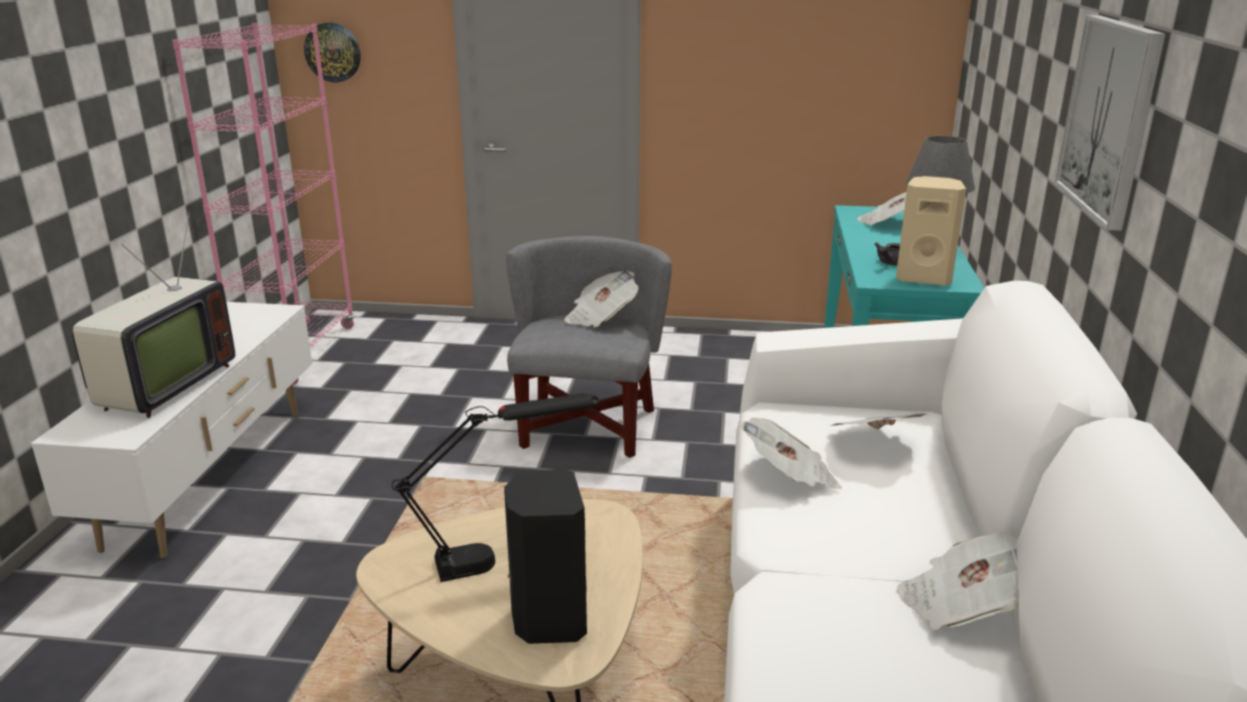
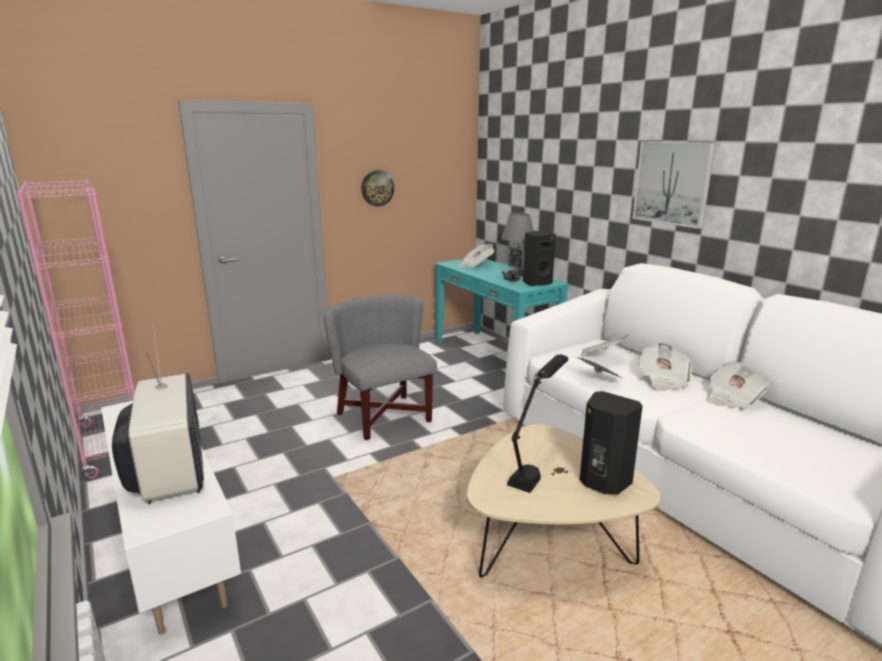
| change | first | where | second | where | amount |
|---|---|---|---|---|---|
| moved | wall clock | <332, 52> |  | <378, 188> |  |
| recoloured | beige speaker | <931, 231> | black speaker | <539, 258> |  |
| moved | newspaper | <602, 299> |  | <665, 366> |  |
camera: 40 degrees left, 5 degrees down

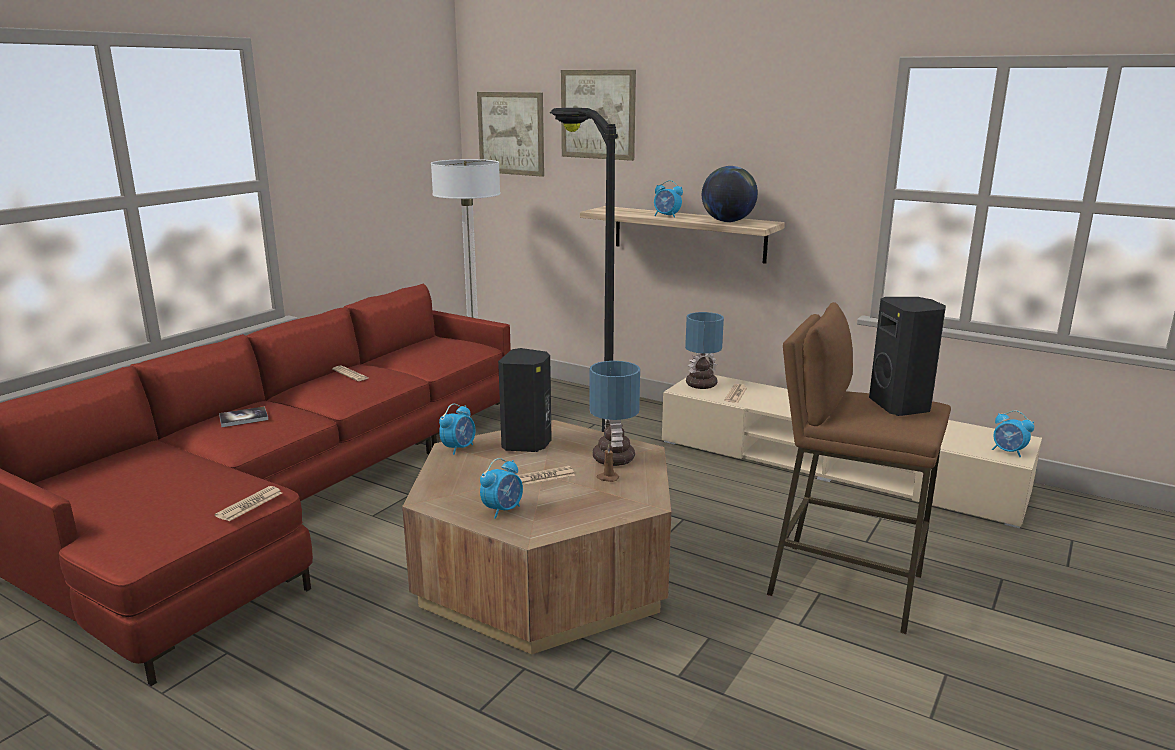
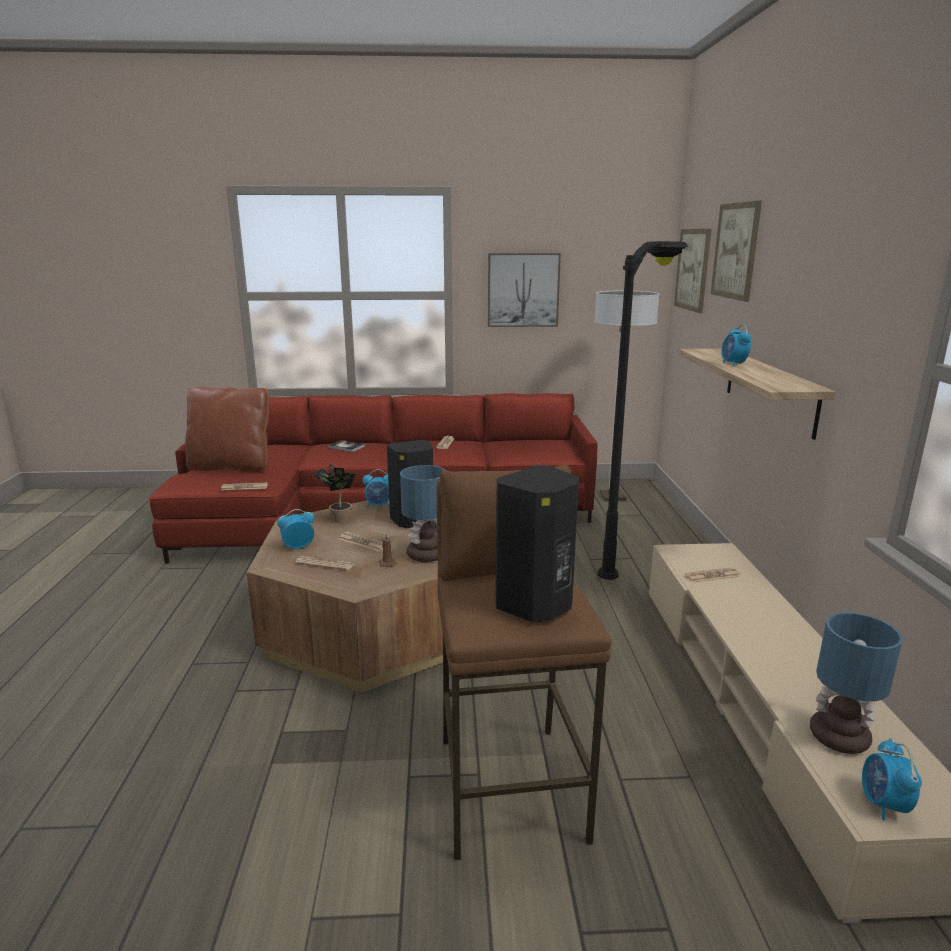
| change | first | where | second | where | amount |
|---|---|---|---|---|---|
| removed | globe | <730, 194> |  |  |  |
| moved | table lamp | <704, 350> |  | <856, 683> |  |
| turned | alarm clock | <501, 488> |  | <295, 529> | 150 degrees clockwise |
| added |  |  | picture | <524, 290> |  |
| added |  |  | brown pillow | <227, 429> |  |
| added |  |  | potted plant | <334, 493> |  |
| added |  |  | newspaper | <324, 563> |  |
camera: 55 degrees right, 0 degrees up

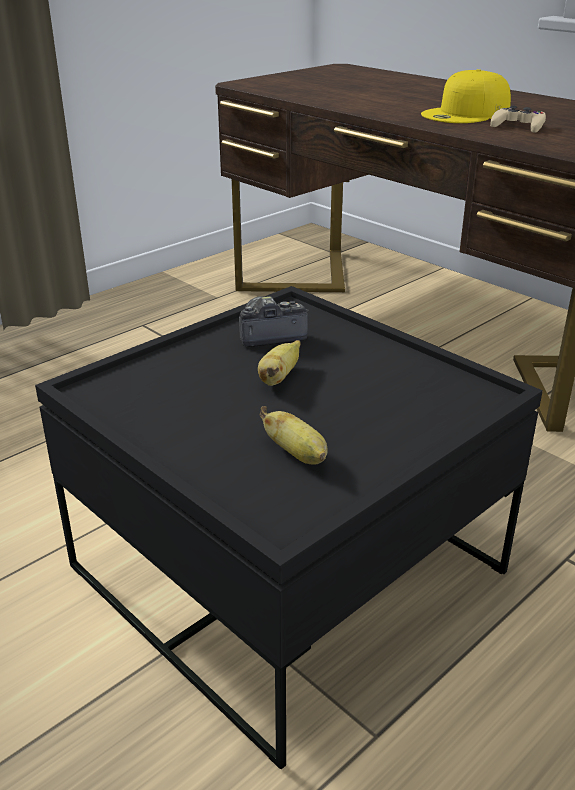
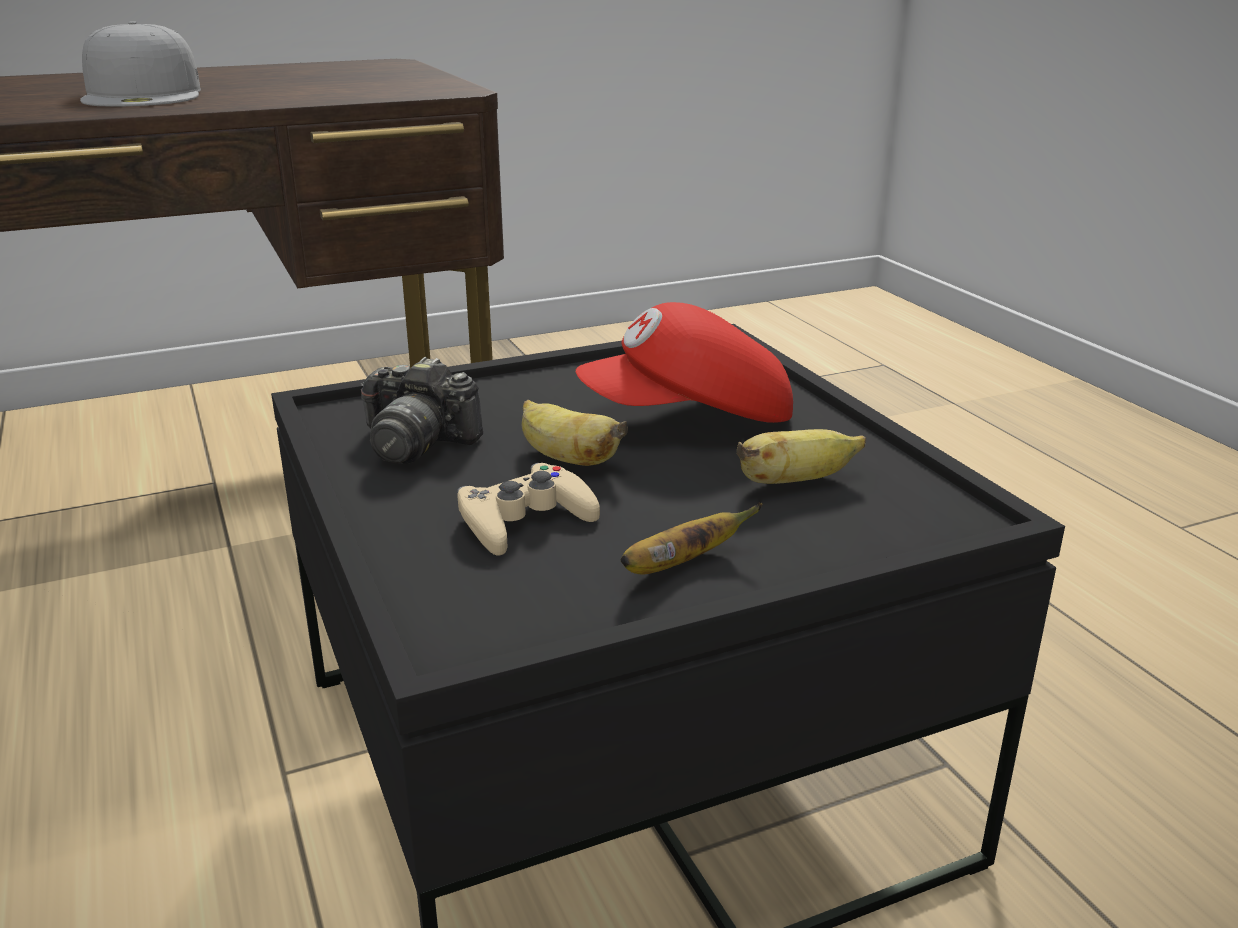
| change | first | where | second | where | amount |
|---|---|---|---|---|---|
| recoloured | yellow cap | <466, 96> | white cap | <140, 64> |  |
| moved | beige game controller | <518, 119> |  | <528, 509> |  |
| turned | photo camera | <273, 321> |  | <422, 410> | 75 degrees counterclockwise |
| added |  |  | red cap | <684, 362> |  |
| added |  |  | banana | <692, 538> |  |
camera: 70 degrees left, 5 degrees down

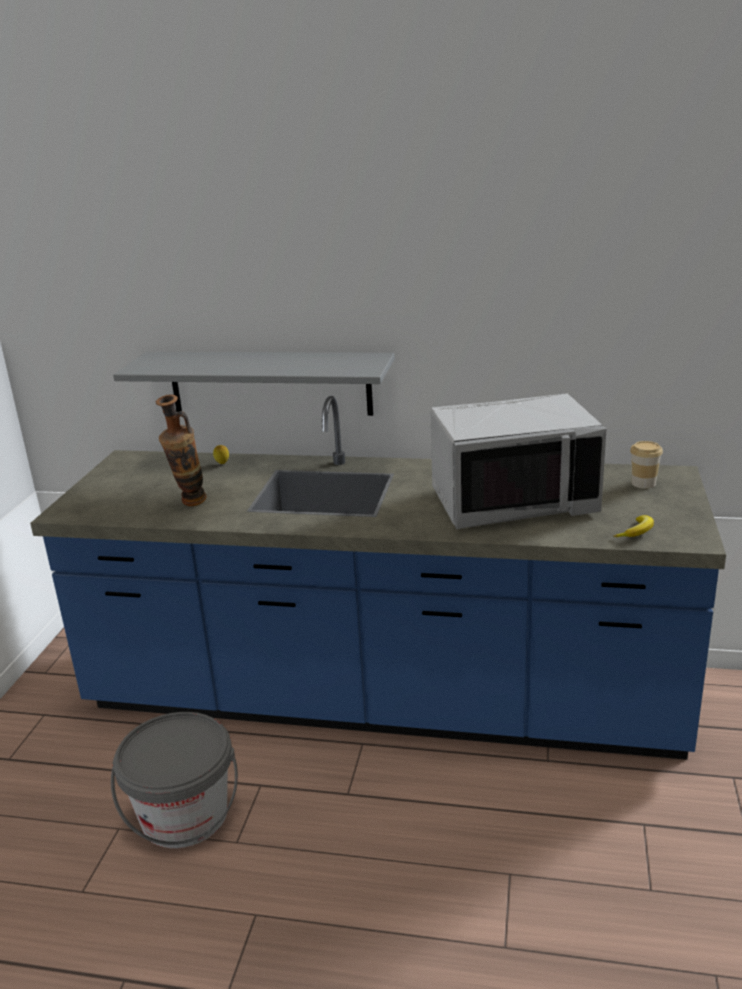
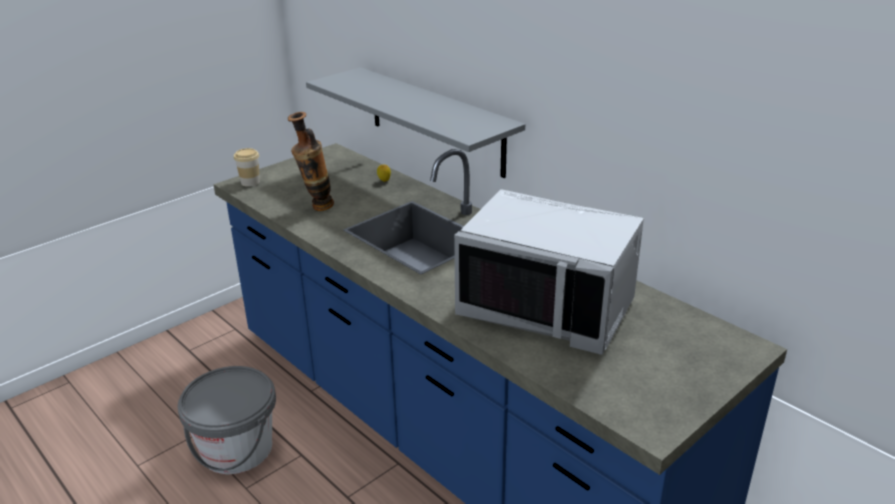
| change | first | where | second | where | amount |
|---|---|---|---|---|---|
| moved | cup | <646, 465> |  | <247, 167> |  |
| removed | banana | <633, 526> |  |  |  |
camera: 35 degrees right, 5 degrees up

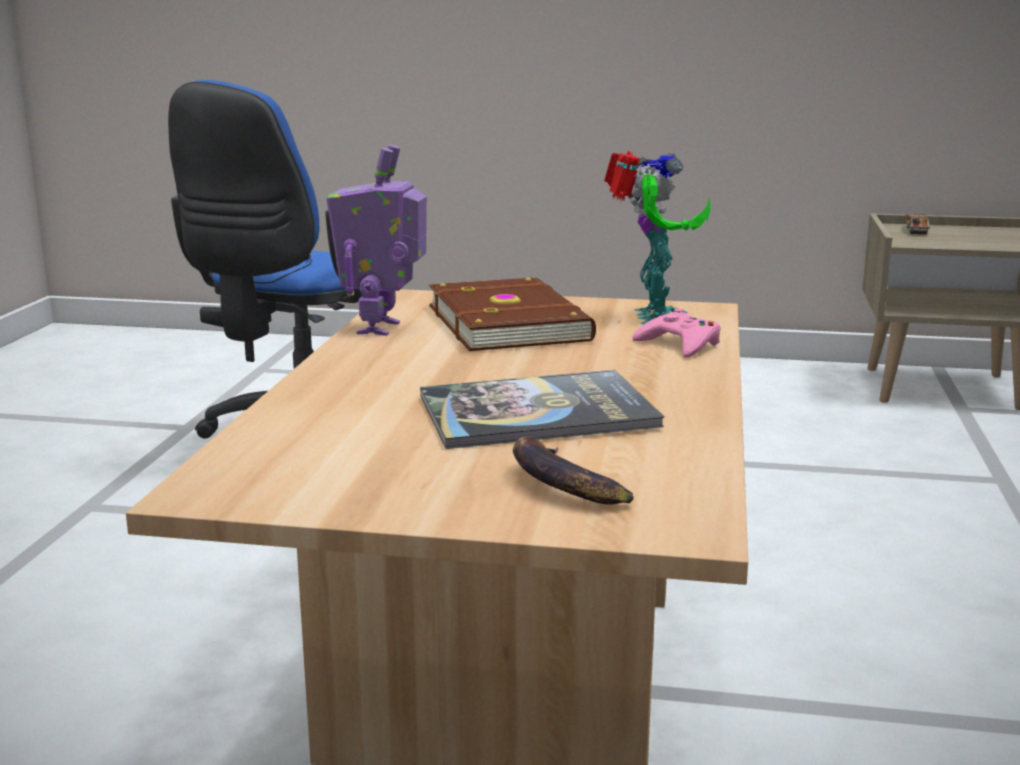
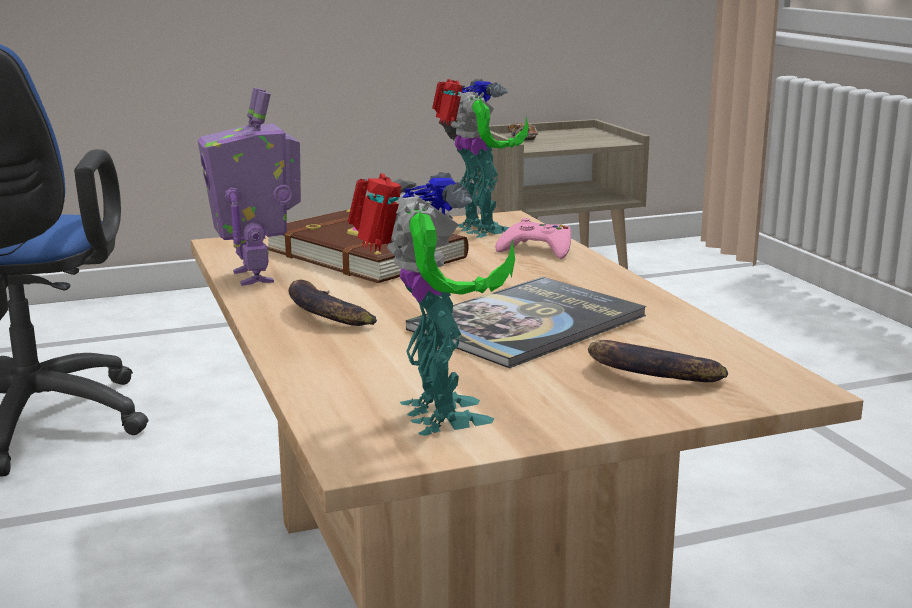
| change | first | where | second | where | amount |
|---|---|---|---|---|---|
| added |  |  | toy robot | <431, 304> |  |
| added |  |  | banana | <333, 303> |  |
camera: 30 degrees left, 0 degrees up

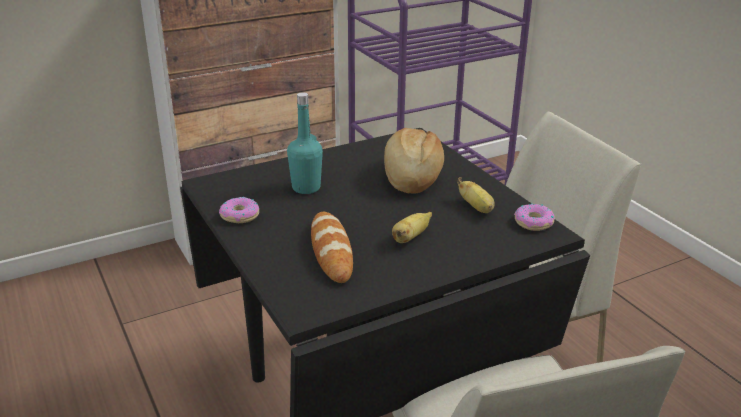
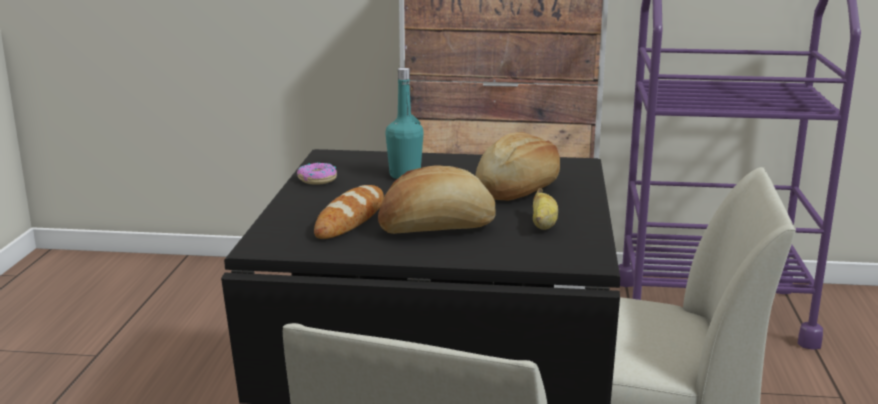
| change | first | where | second | where | amount |
|---|---|---|---|---|---|
| removed | donut | <534, 217> |  |  |  |
| replaced | banana | <412, 227> | bread | <437, 199> |  |
camera: 35 degrees right, 10 degrees down

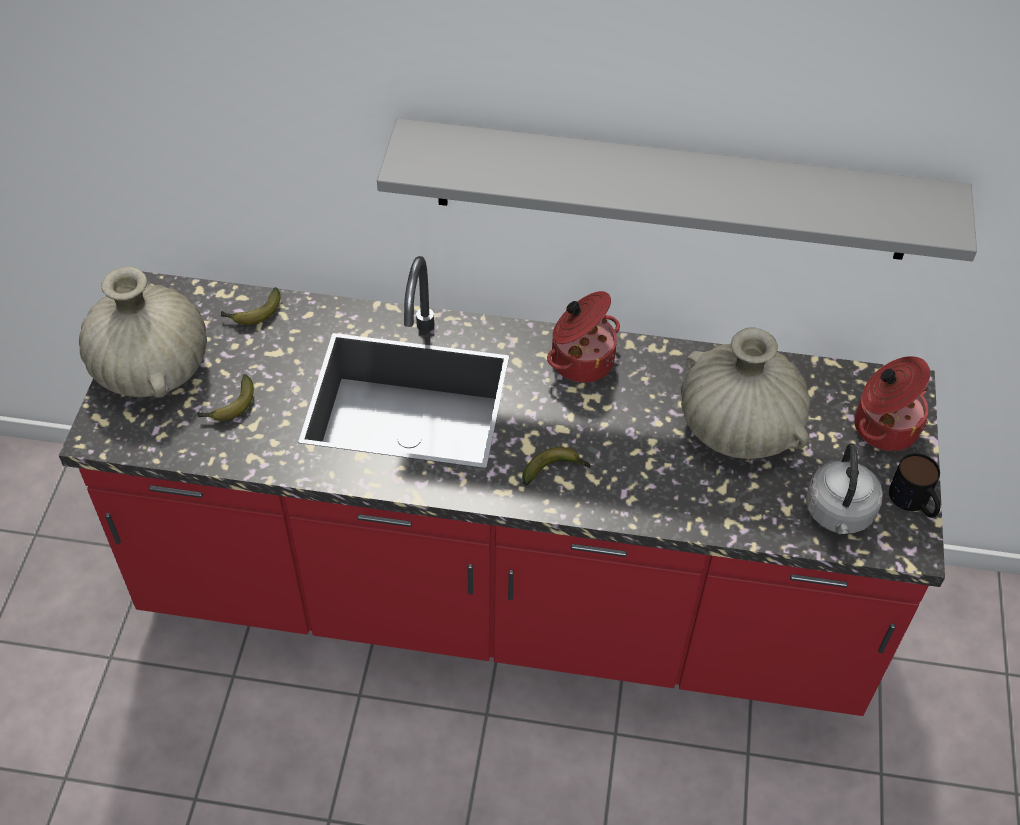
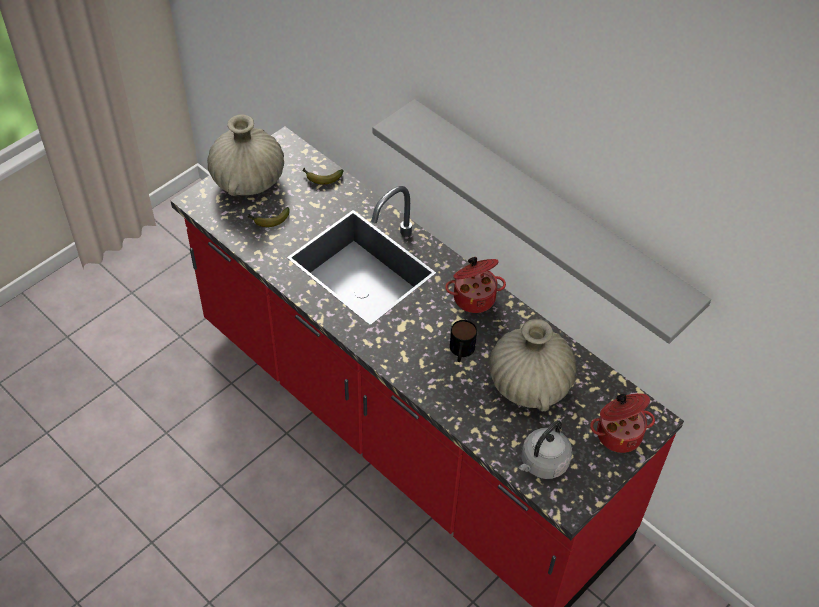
| change | first | where | second | where | amount |
|---|---|---|---|---|---|
| removed | banana | <556, 466> |  |  |  |
| moved | mug | <914, 485> |  | <463, 341> |  |
camera: 35 degrees right, 0 degrees up

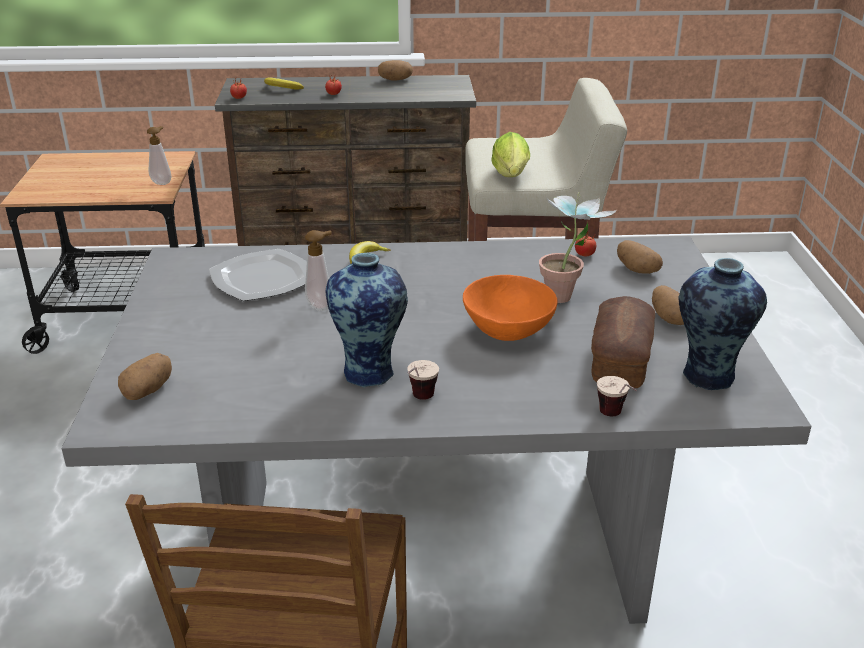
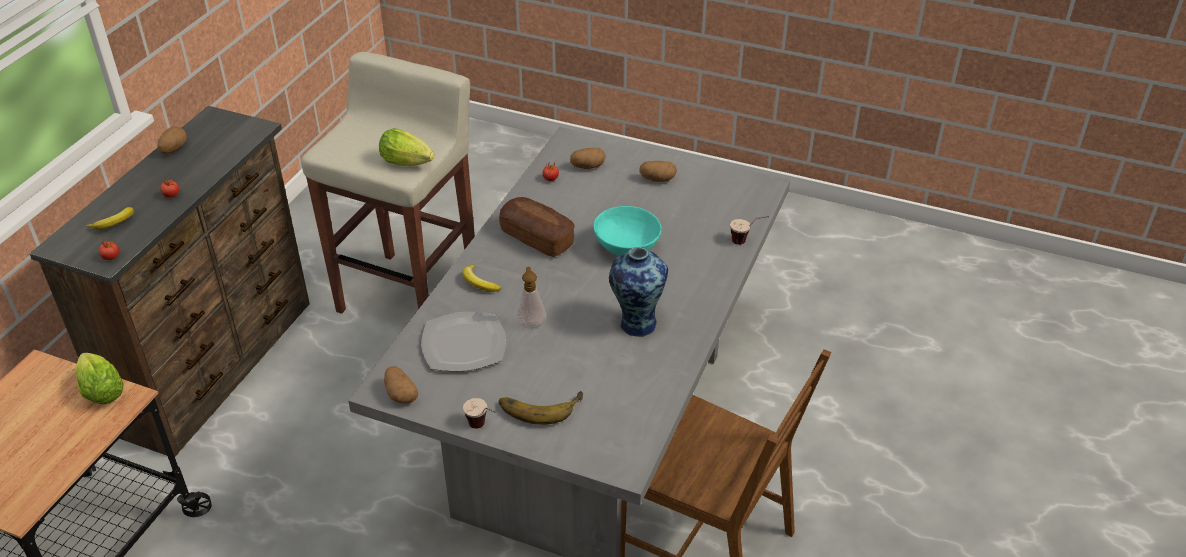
| change | first | where | second | where | amount |
|---|---|---|---|---|---|
| replaced | soap dispenser | <159, 155> | lettuce | <99, 379> |  |
| removed | potted plant | <578, 247> |  |  |  |
| removed | vase | <723, 324> |  |  |  |
| recoloured | orange bowl | <510, 308> | turquoise bowl | <627, 231> |  |
| moved | bread | <623, 342> |  | <537, 227> |  |
| moved | potato | <145, 376> |  | <401, 385> |  |
| moved | cup | <423, 380> |  | <479, 413> |  |
| added |  |  | banana | <541, 408> |  |
camera: 65 degrees left, 10 degrees up

